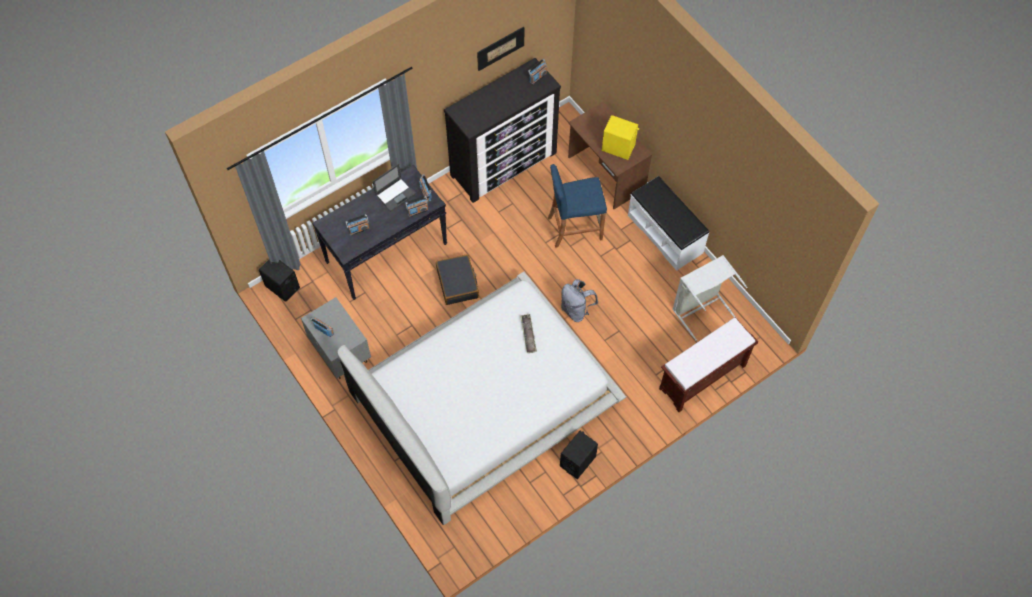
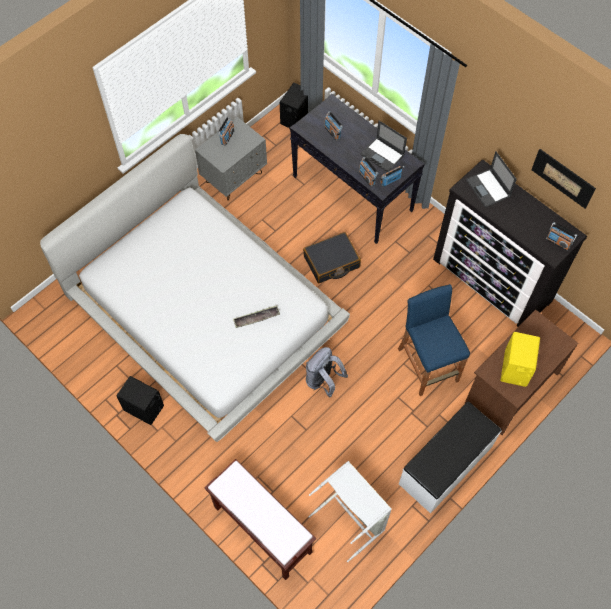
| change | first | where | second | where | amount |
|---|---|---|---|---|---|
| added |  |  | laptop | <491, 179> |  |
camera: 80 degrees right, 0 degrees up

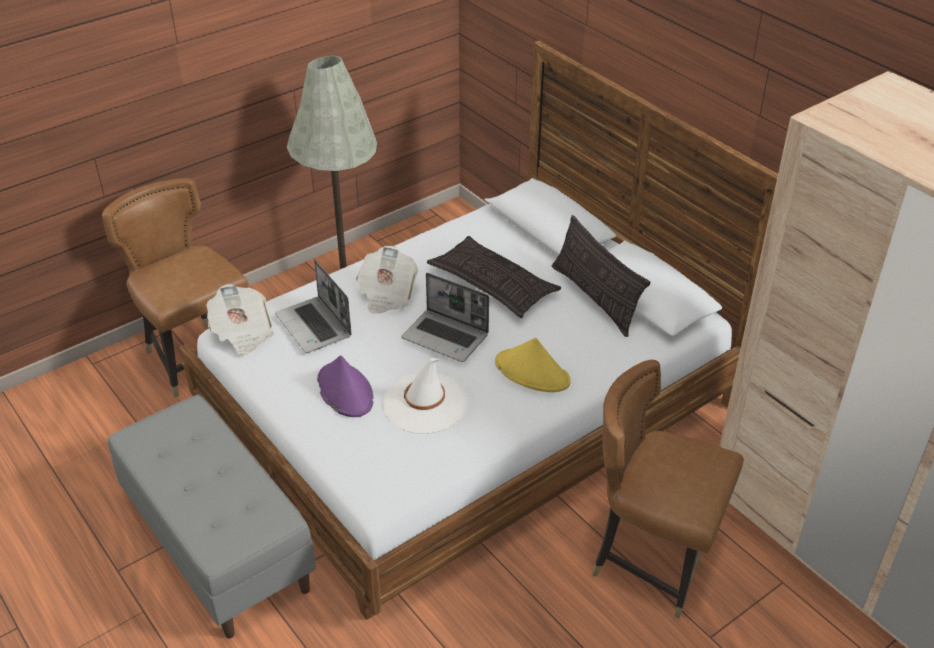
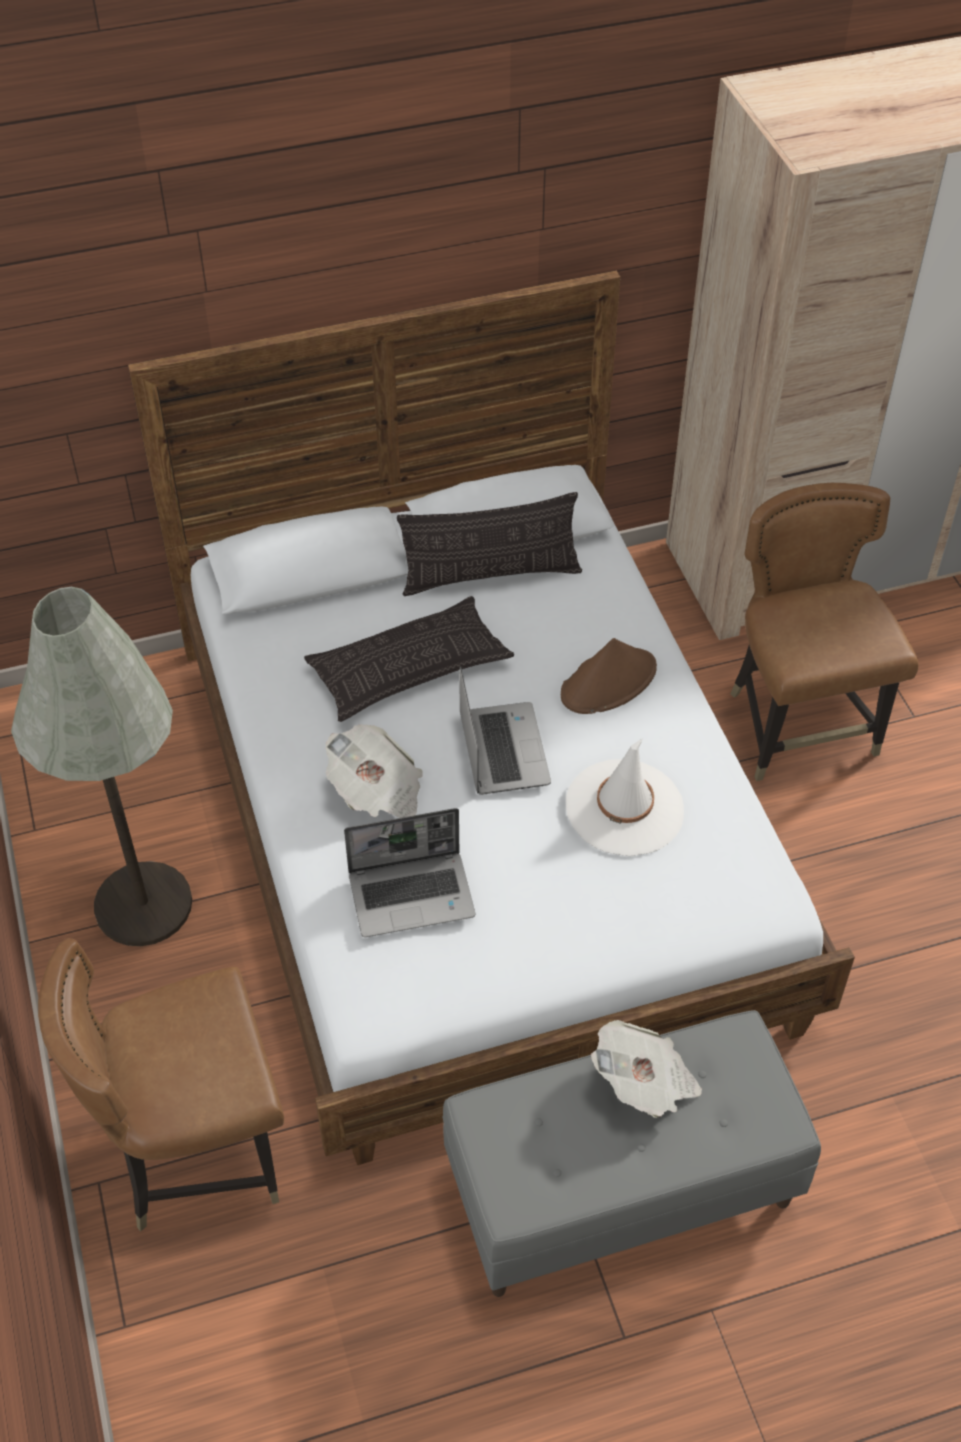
| change | first | where | second | where | amount |
|---|---|---|---|---|---|
| turned | laptop | <445, 317> |  | <505, 730> | 60 degrees counterclockwise |
| moved | newspaper | <240, 319> |  | <646, 1069> |  |
| recoloured | yellow hat | <532, 365> | brown hat | <609, 676> |  |
| removed | purple hat | <345, 386> |  |  |  |
| turned | brown chair | <668, 489> |  | <824, 632> | 120 degrees clockwise |
camera: 70 degrees left, 10 degrees up

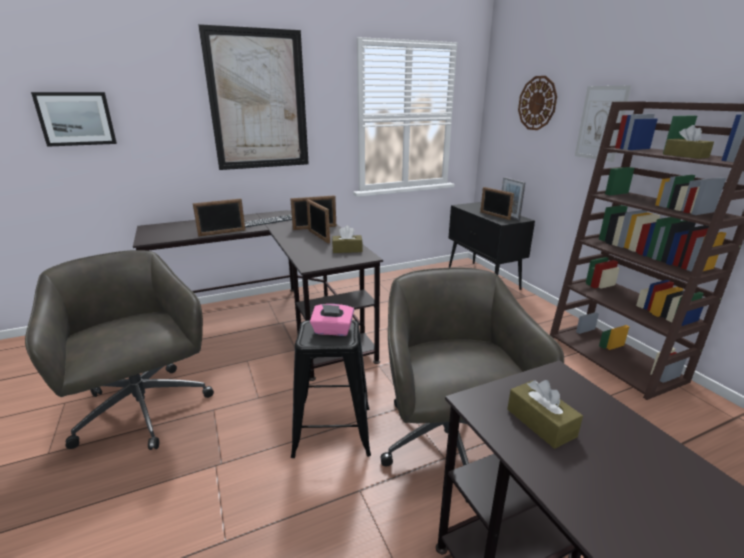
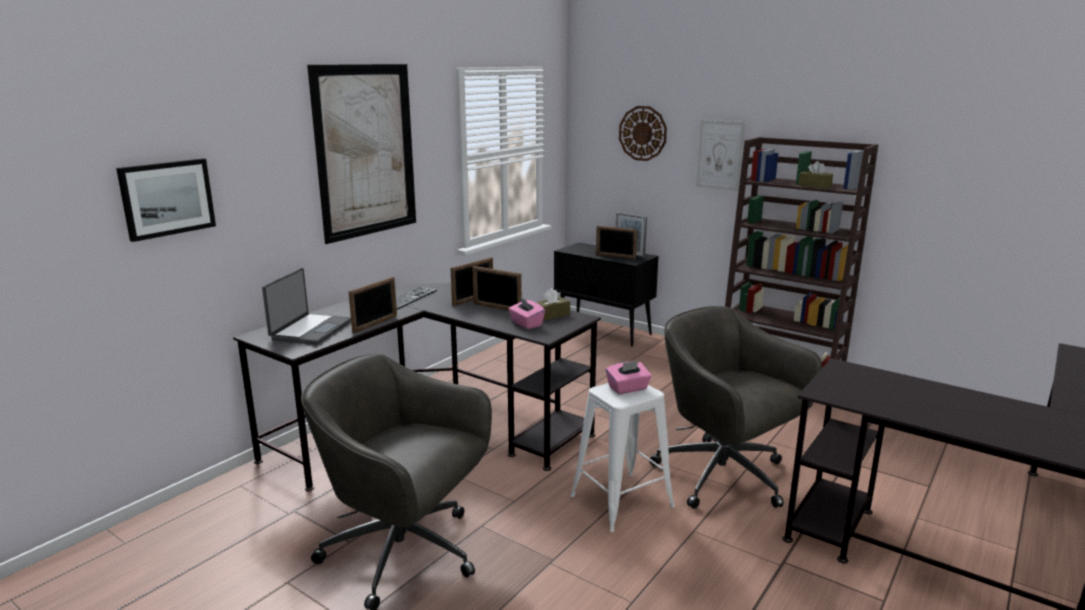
| change | first | where | second | where | amount |
|---|---|---|---|---|---|
| recoloured | black stool | <331, 389> | white stool | <622, 457> |  |
| removed | brown tissue box | <545, 414> |  |  |  |
| added |  |  | laptop | <306, 306> |  |
| added |  |  | pink tissue box | <527, 312> |  |
camera: 30 degrees left, 5 degrees down

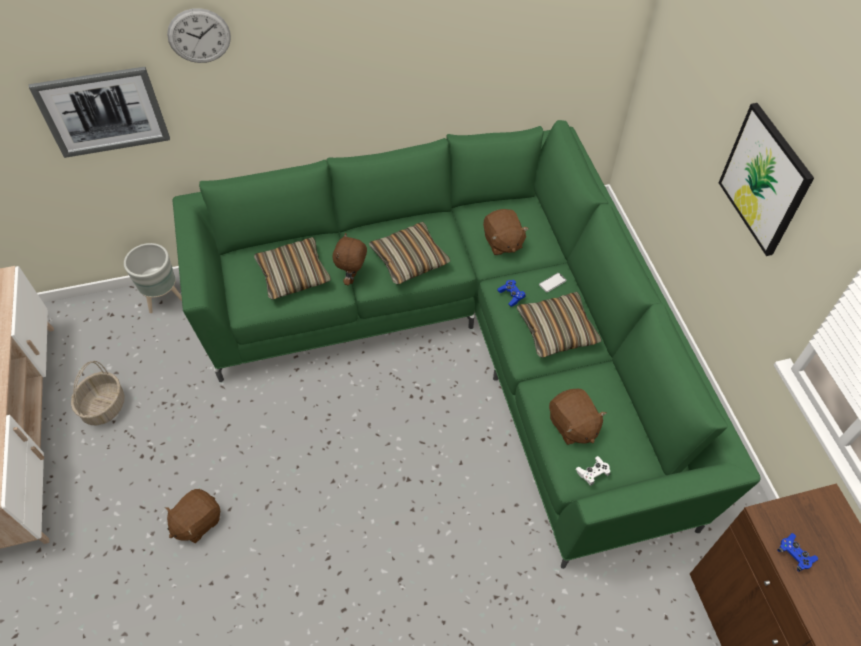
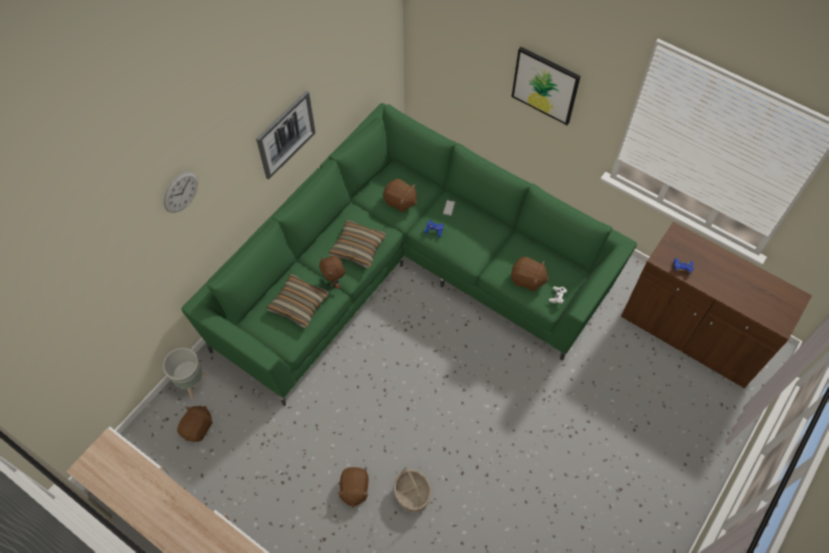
| change | first | where | second | where | amount |
|---|---|---|---|---|---|
| moved | picture | <99, 112> |  | <286, 135> |  |
| removed | pillow | <559, 324> |  |  |  |
| moved | basket | <98, 393> |  | <412, 490> |  |
| added |  |  | brown plush toy | <195, 424> |  |
camera: 40 degrees left, 5 degrees up

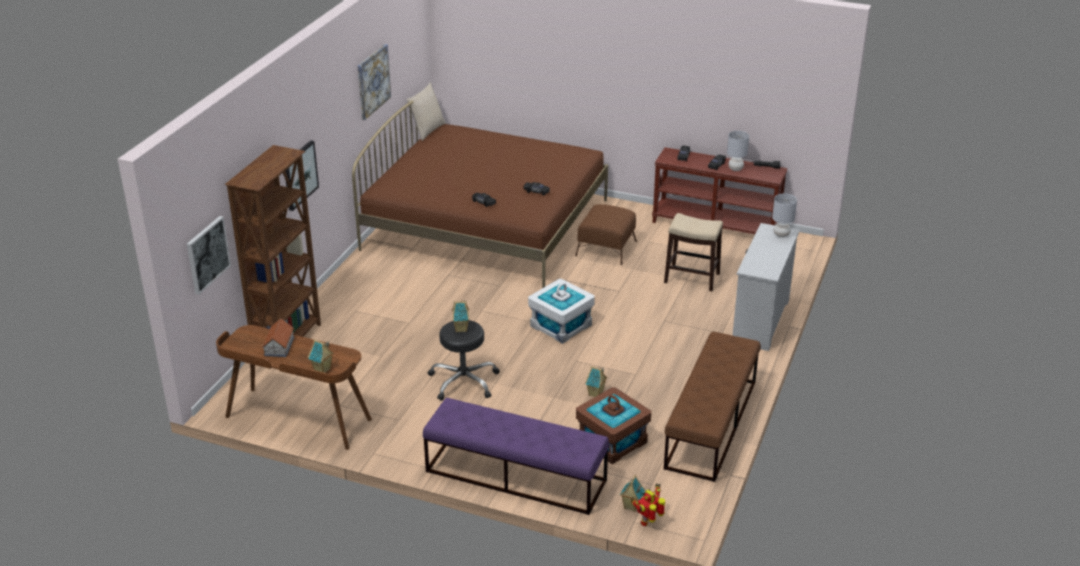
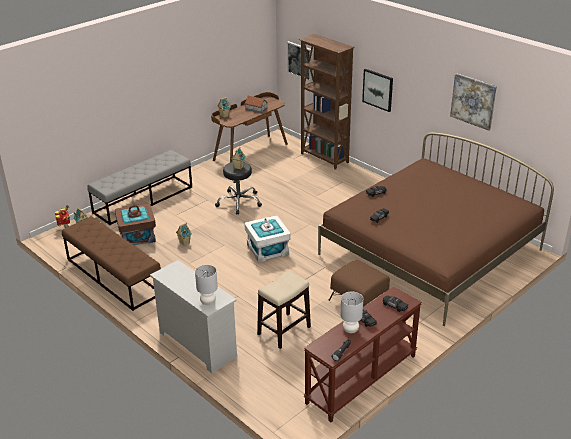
| change | first | where | second | where | amount |
|---|---|---|---|---|---|
| removed | beige pillow | <426, 111> |  |  |  |
| recoloured | purple bench | <516, 456> | grey bench | <139, 187> |  |
camera: 115 degrees right, 0 degrees up

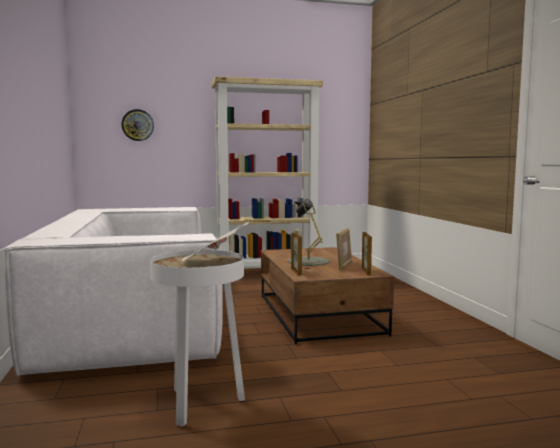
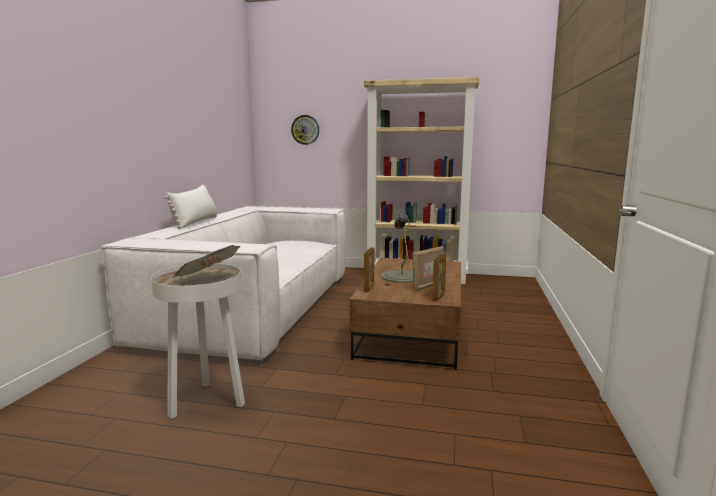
| change | first | where | second | where | amount |
|---|---|---|---|---|---|
| added |  |  | white pillow | <191, 207> |  |
camera: 25 degrees right, 5 degrees up

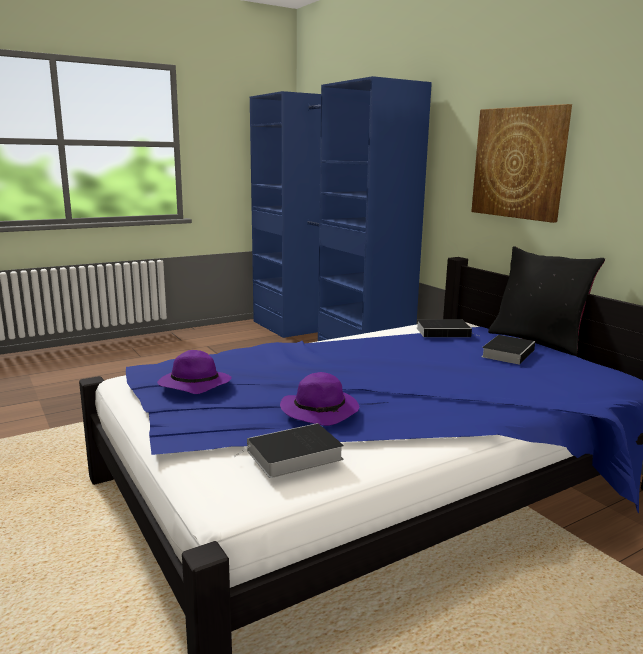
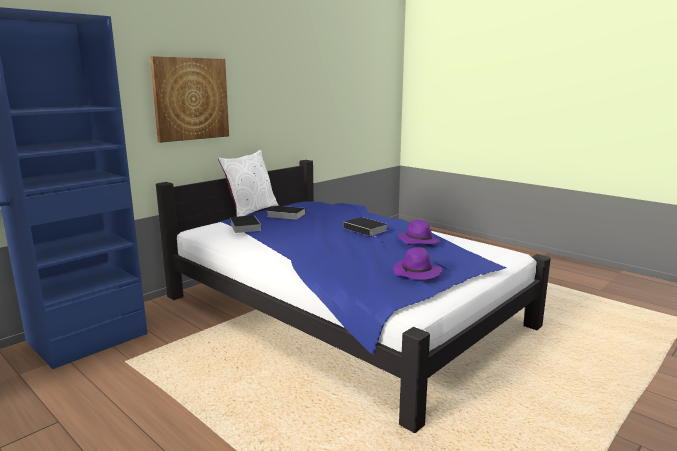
| change | first | where | second | where | amount |
|---|---|---|---|---|---|
| recoloured | black pillow | <546, 300> | white pillow | <248, 183> |  |
| moved | book | <289, 450> |  | <365, 226> |  |
camera: 105 degrees left, 0 degrees up

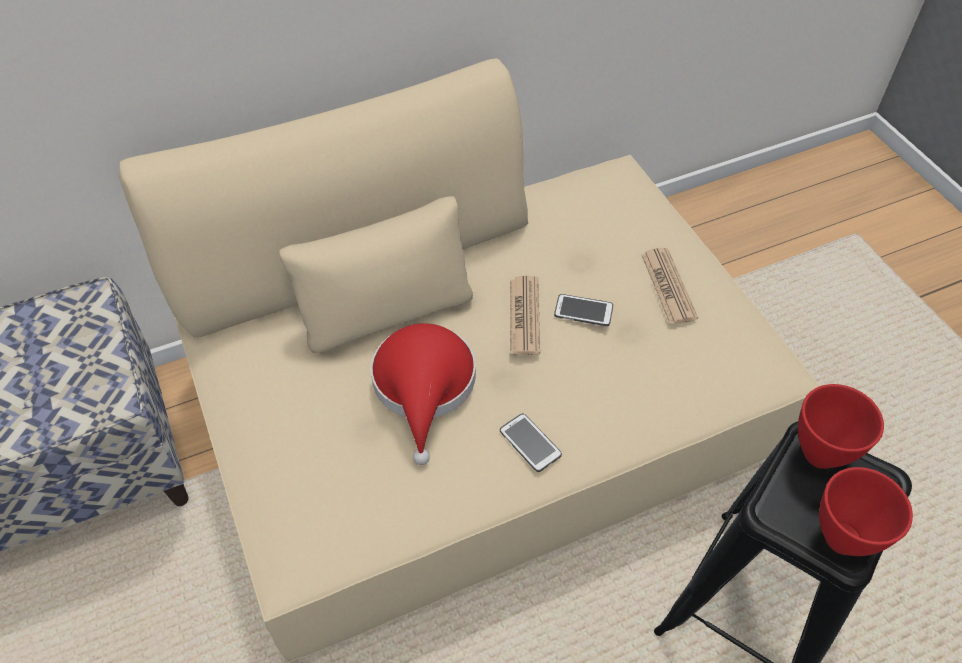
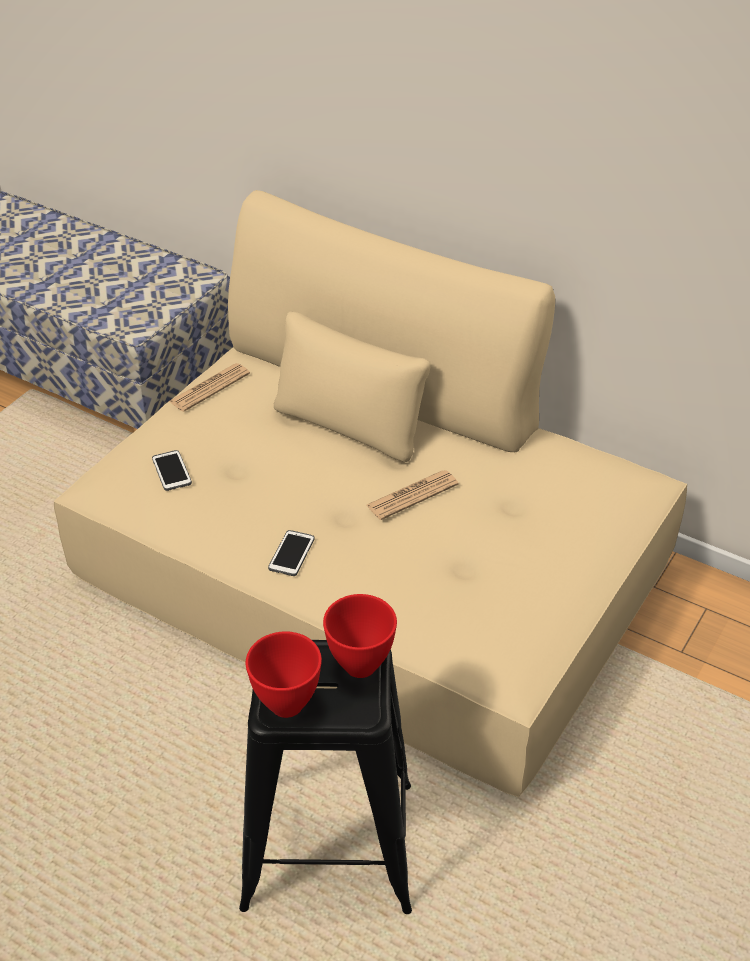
| change | first | where | second | where | amount |
|---|---|---|---|---|---|
| moved | newspaper | <669, 286> |  | <209, 387> |  |
| moved | phone | <583, 310> |  | <172, 470> |  |
| removed | red hat | <423, 394> |  |  |  |
camera: 55 degrees right, 10 degrees down

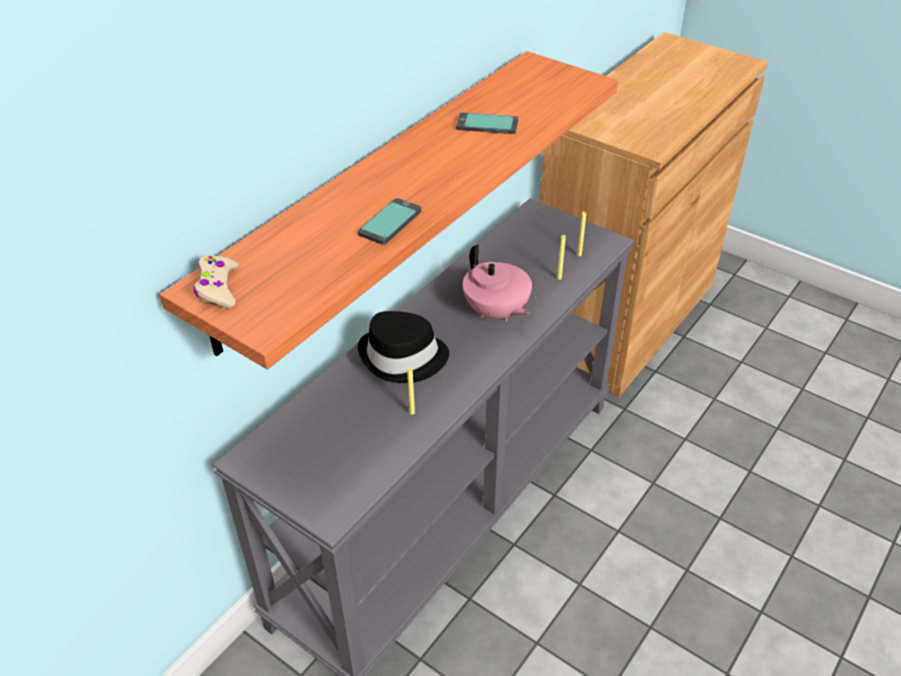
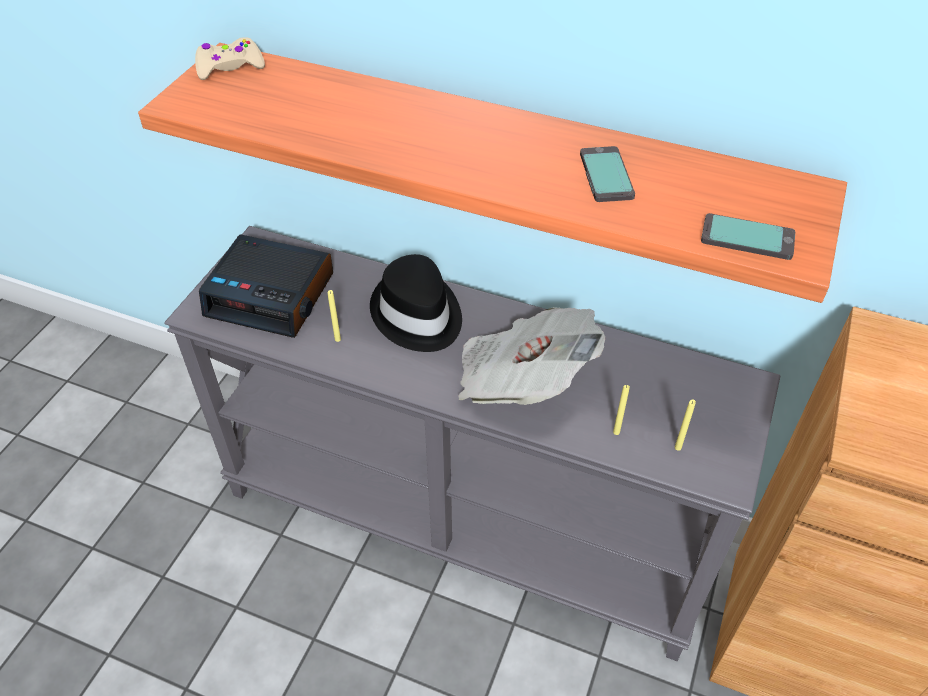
| change | first | where | second | where | amount |
|---|---|---|---|---|---|
| moved | phone | <390, 221> |  | <748, 236> |  |
| replaced | pink teapot | <497, 283> | newspaper | <531, 356> |  |
| added |  |  | alarm clock | <266, 286> |  |
camera: 75 degrees right, 5 degrees up

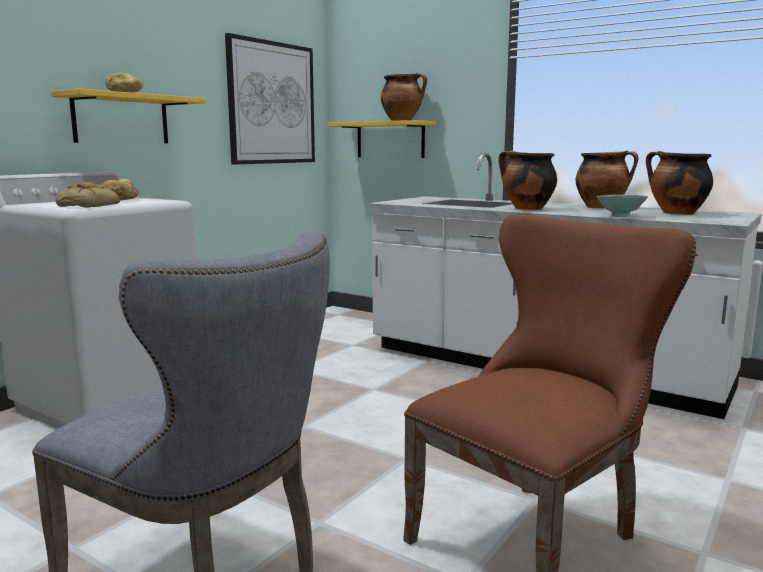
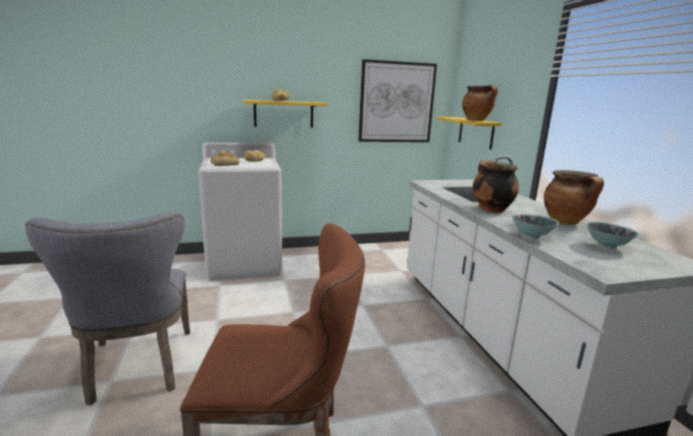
| change | first | where | second | where | amount |
|---|---|---|---|---|---|
| replaced | cooking pot | <679, 183> | bowl | <612, 235> |  |
camera: 40 degrees right, 5 degrees up

